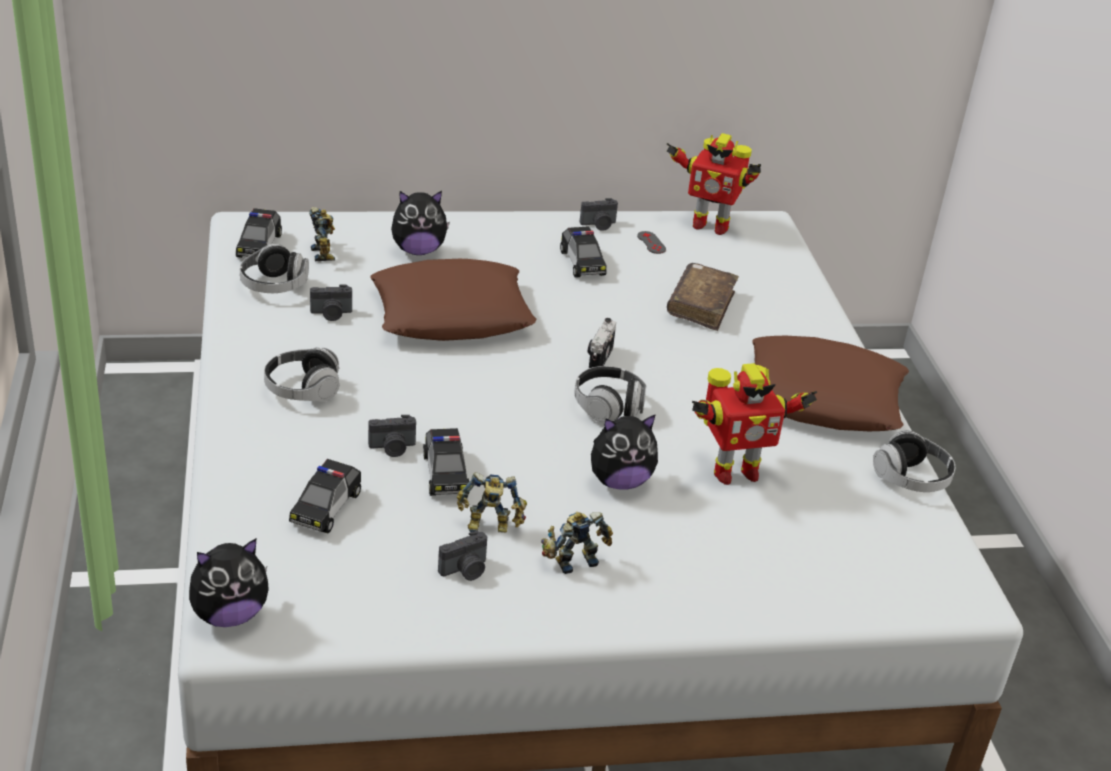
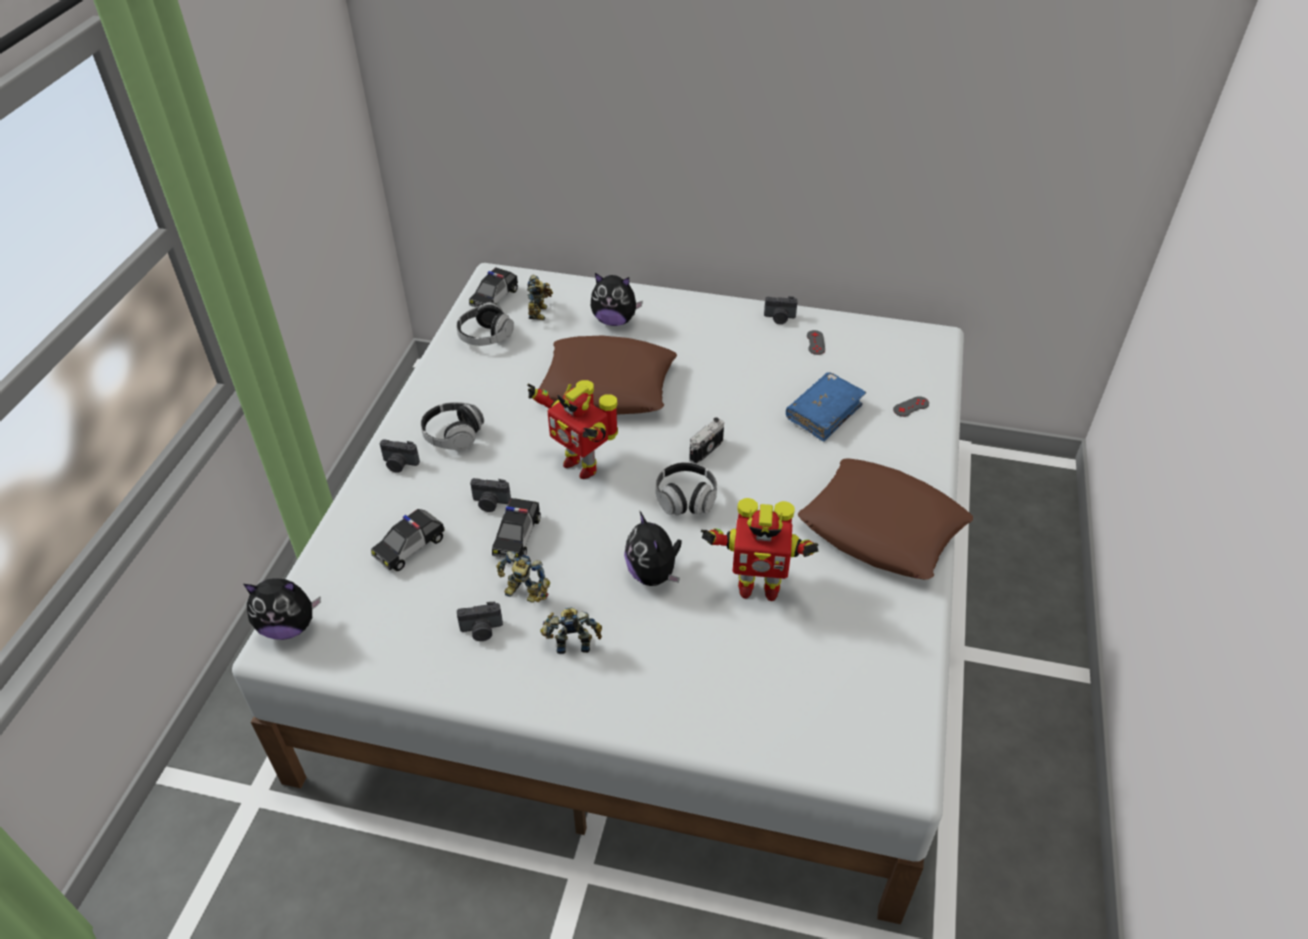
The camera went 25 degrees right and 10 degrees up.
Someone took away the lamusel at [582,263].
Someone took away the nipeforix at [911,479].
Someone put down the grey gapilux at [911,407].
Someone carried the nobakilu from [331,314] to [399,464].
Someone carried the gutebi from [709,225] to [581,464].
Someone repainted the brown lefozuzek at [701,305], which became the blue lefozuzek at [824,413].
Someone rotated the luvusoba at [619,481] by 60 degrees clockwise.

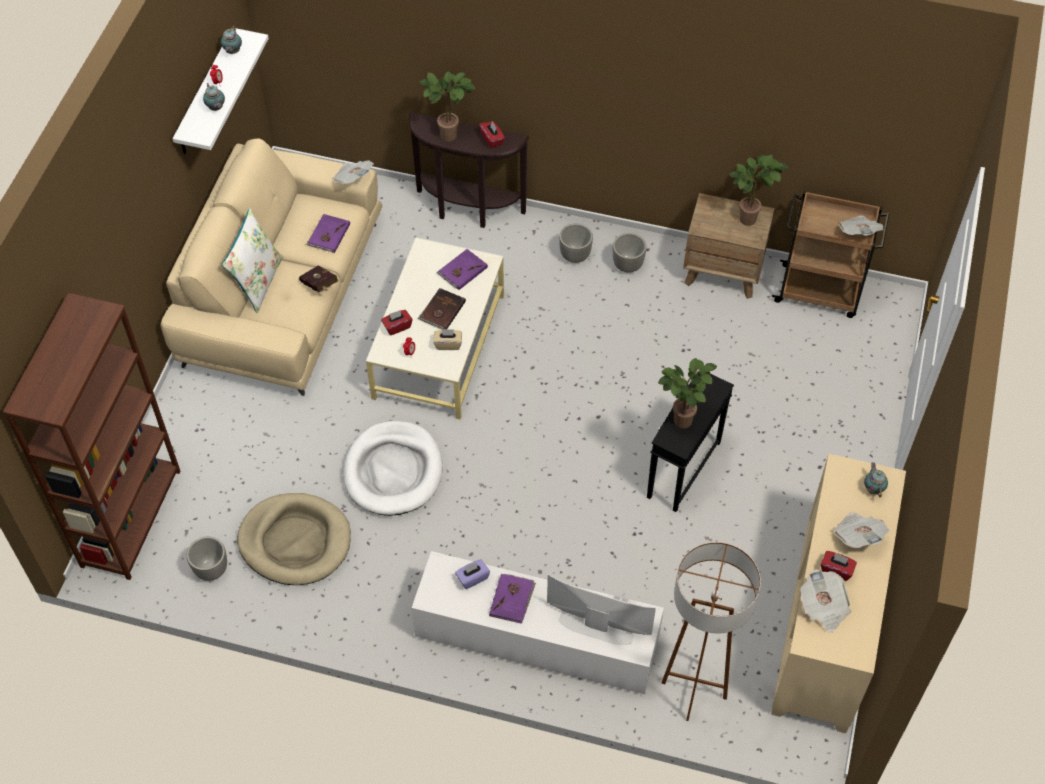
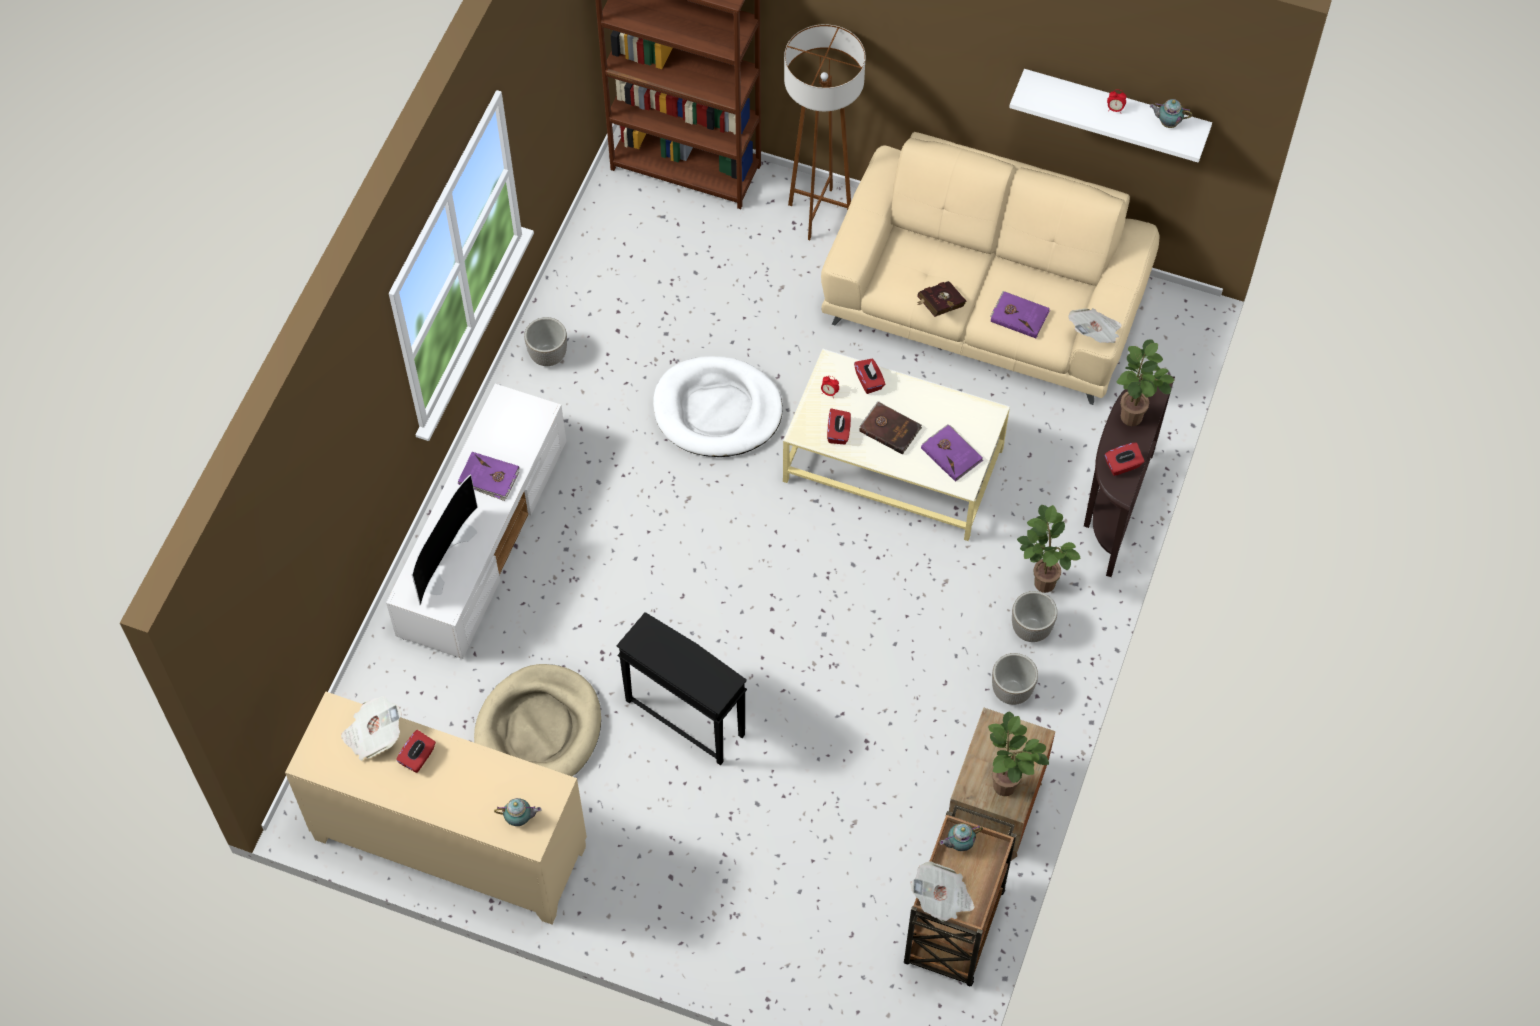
The camera went 95 degrees right and 5 degrees up.
Someone took away the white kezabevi at [258,282].
Someone took away the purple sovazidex at [472,578].
Someone took away the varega at [857,536].
Someone carried the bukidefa from [211,570] to [548,355].
Someone carried the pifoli from [216,108] to [959,844].
Someone carried the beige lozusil from [295,541] to [539,730].
Someone carried the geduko from [681,423] to [1041,581].
Someone carried the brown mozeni from [694,690] to [820,214].
Someone repainted the beige sovazidex at [448,344], which became the red sovazidex at [838,432].

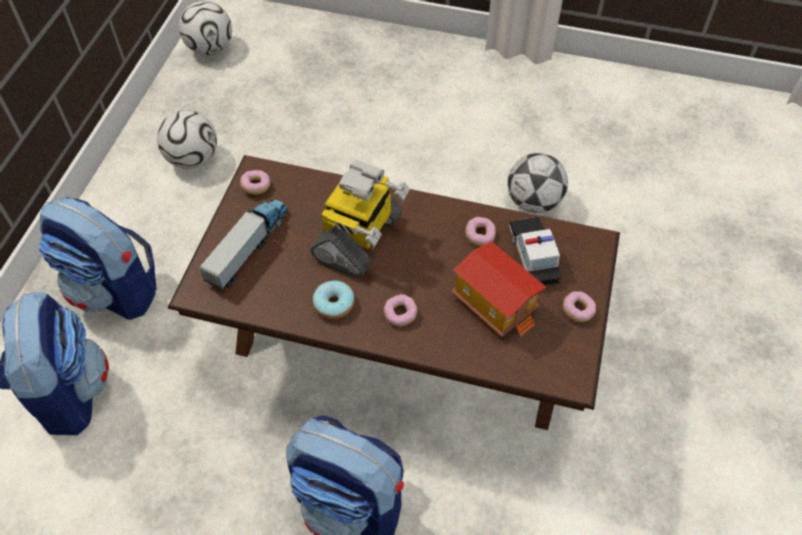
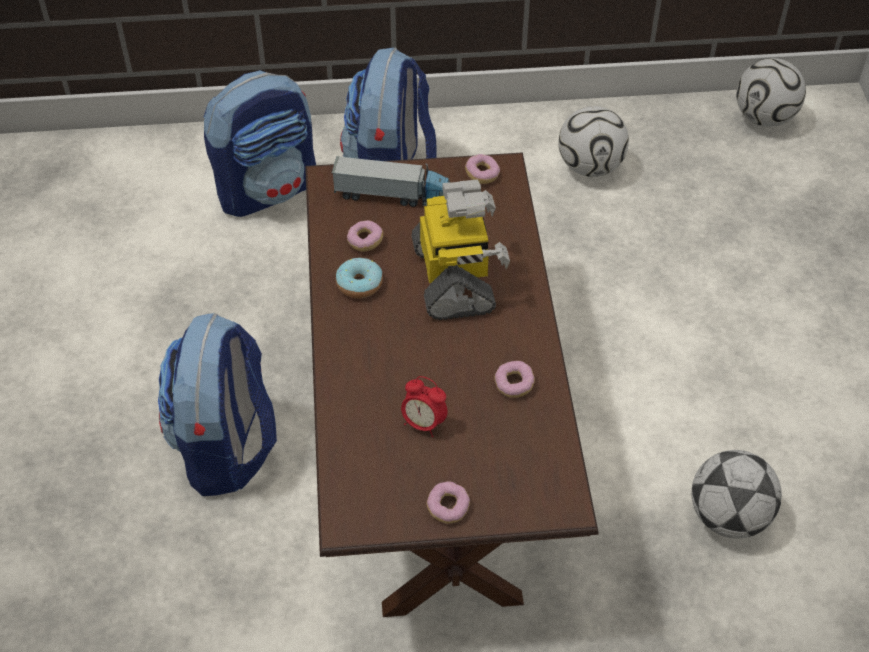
The camera went 70 degrees right and 5 degrees down.
Someone took away the lamusel at [533,255].
Someone carried the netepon from [400,314] to [365,241].
Someone swapped the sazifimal at [496,303] for the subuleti at [423,424].
Someone rotated the gutebi at [359,238] by 105 degrees counterclockwise.

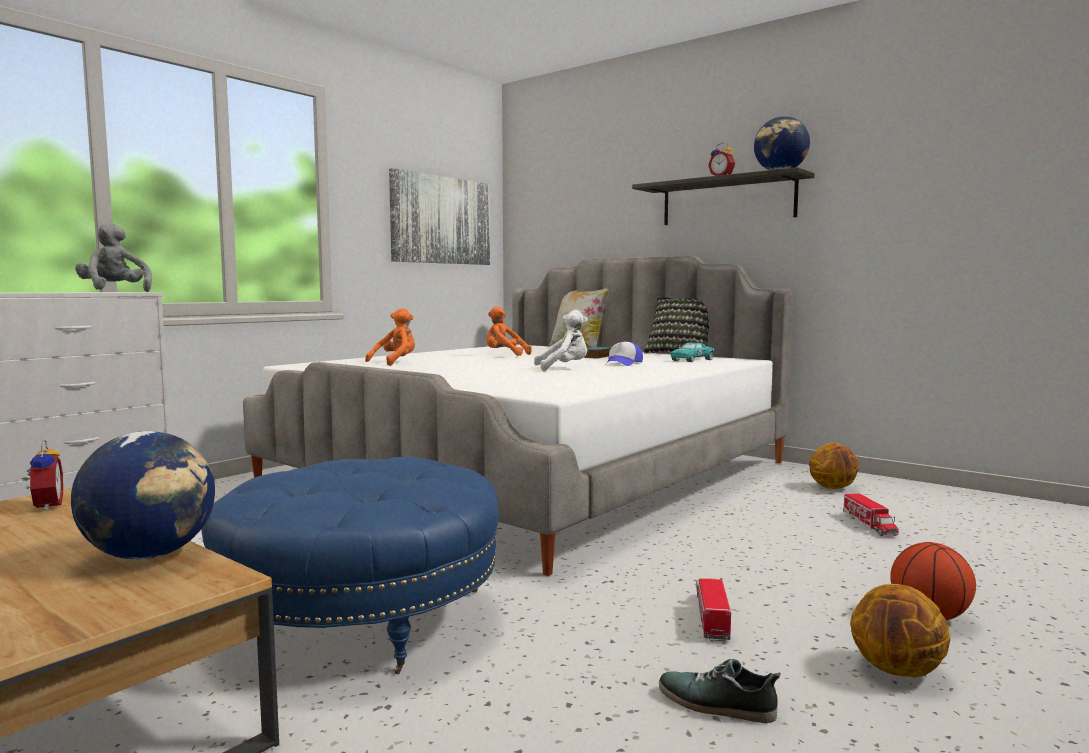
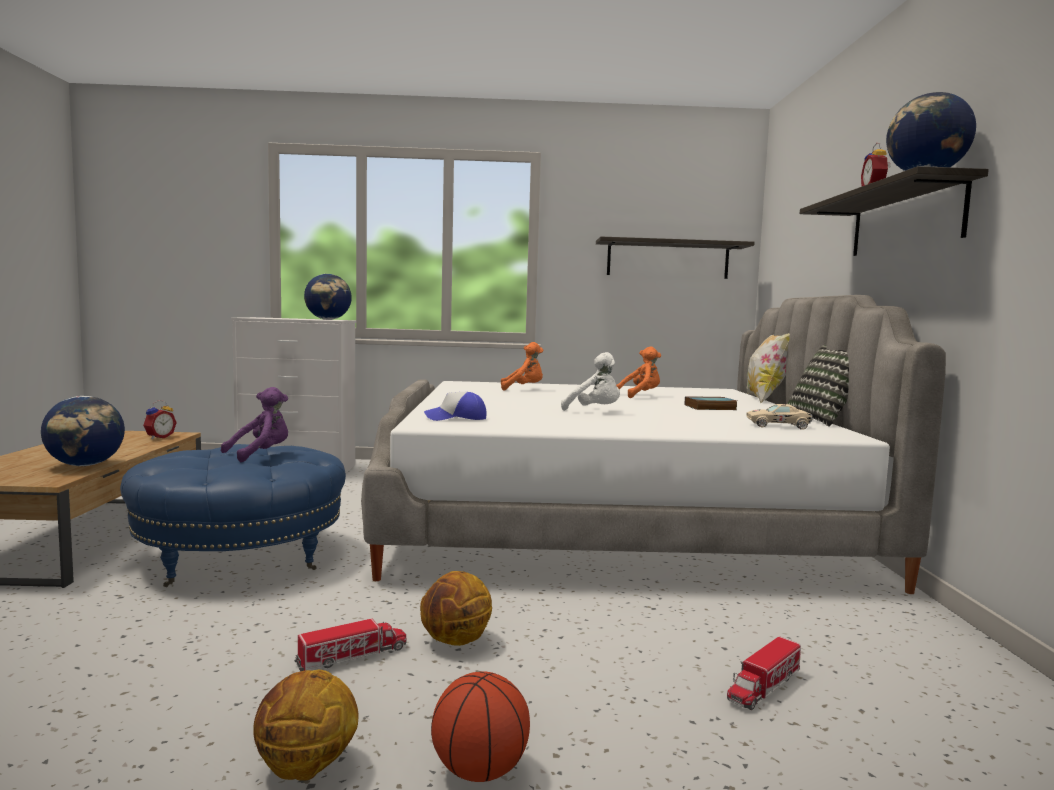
The camera went 50 degrees right and 0 degrees up.
Someone took away the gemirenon at [716,704].
Someone put down the purple luvusoba at [261,454].
Someone carried the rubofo from [623,364] to [456,418].
Someone carried the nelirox from [833,488] to [455,641].
Someone swapped the grey luvusoba at [115,291] for the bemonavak at [328,319].
Someone swapped the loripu at [441,220] for the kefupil at [667,260].
Someone repainted the turquoise lamusel at [692,360], which became the beige lamusel at [780,426].
Someone rotated the orange luvusoba at [504,355] by 90 degrees clockwise.

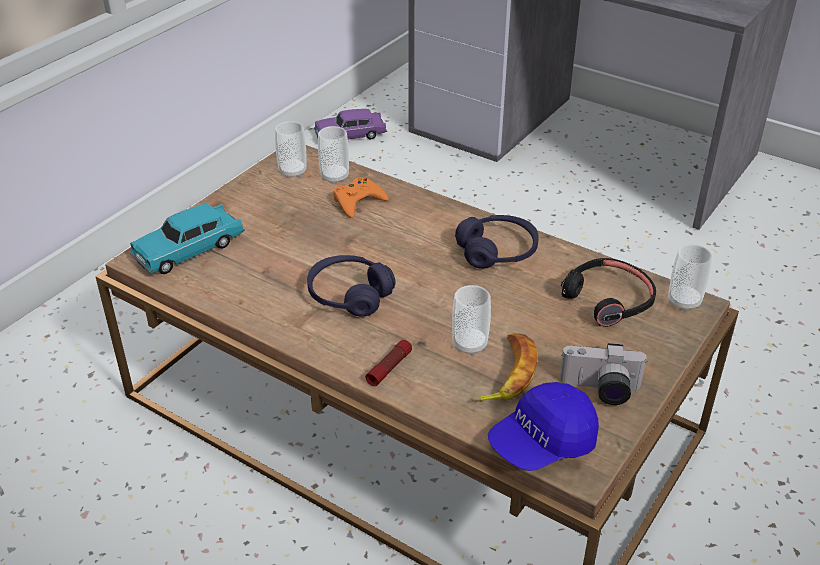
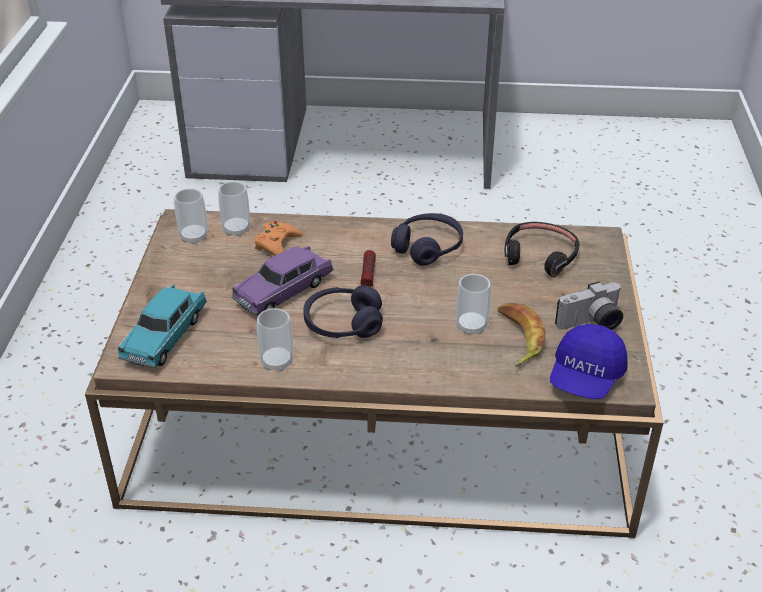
The camera went 30 degrees left and 0 degrees up.
Someone carried the purple lamusel from [350,136] to [284,291].
Someone carried the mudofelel from [389,368] to [368,273].
Someone carried the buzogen from [684,301] to [277,362].

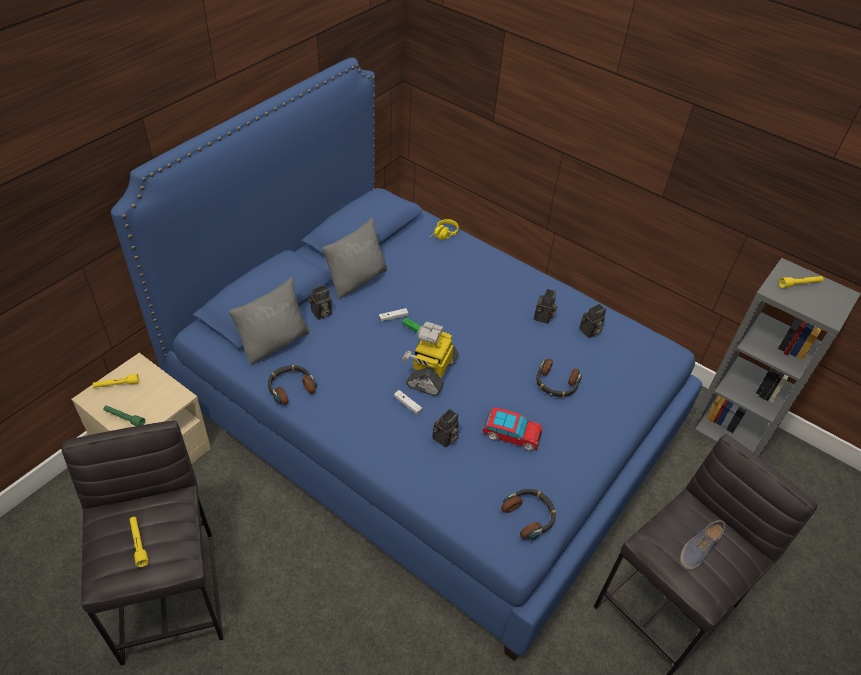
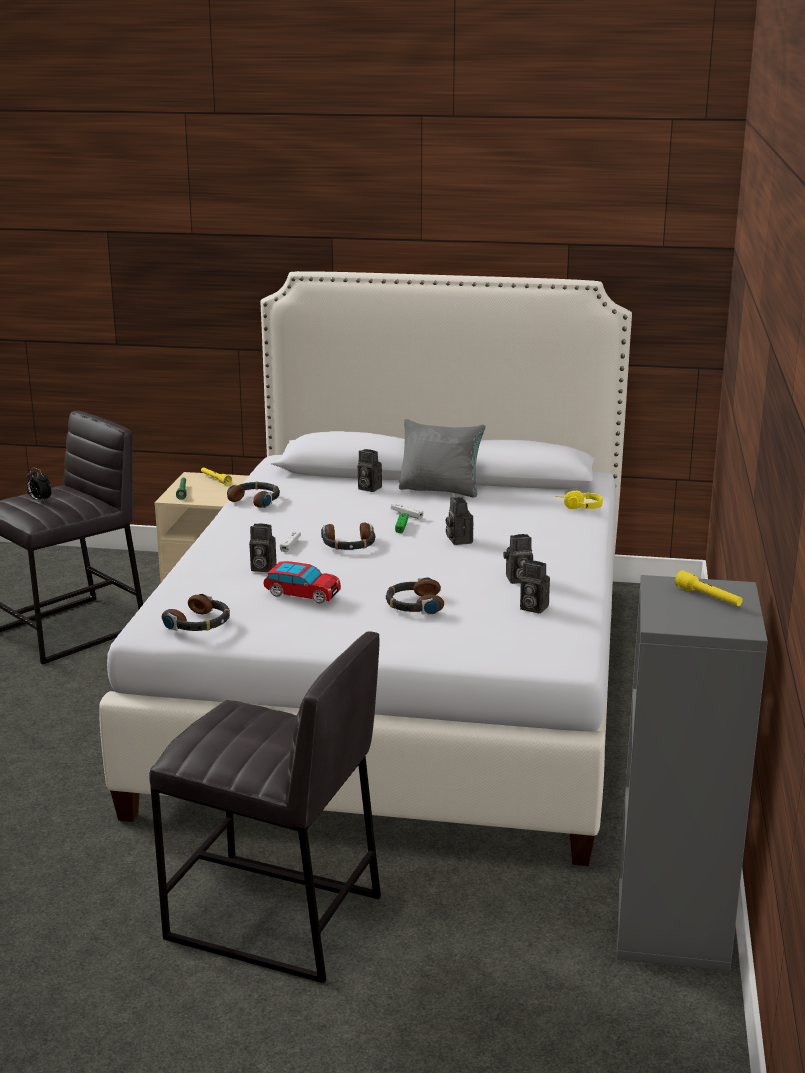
The camera went 65 degrees right and 25 degrees down.
Someone took away the grey kezabevi at [275,342].
Someone took away the gemirenon at [699,548].
Someone put down the nobakilu at [458,540].
Someone swapped the yellow mudofelel at [138,543] for the subuleti at [39,500].
Someone swapped the gutebi at [431,372] for the nipeforix at [348,545].
Someone repainted the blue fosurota at [423,417], which became the white fosurota at [401,683].
Someone rotated the lamusel at [511,435] by 60 degrees counterclockwise.

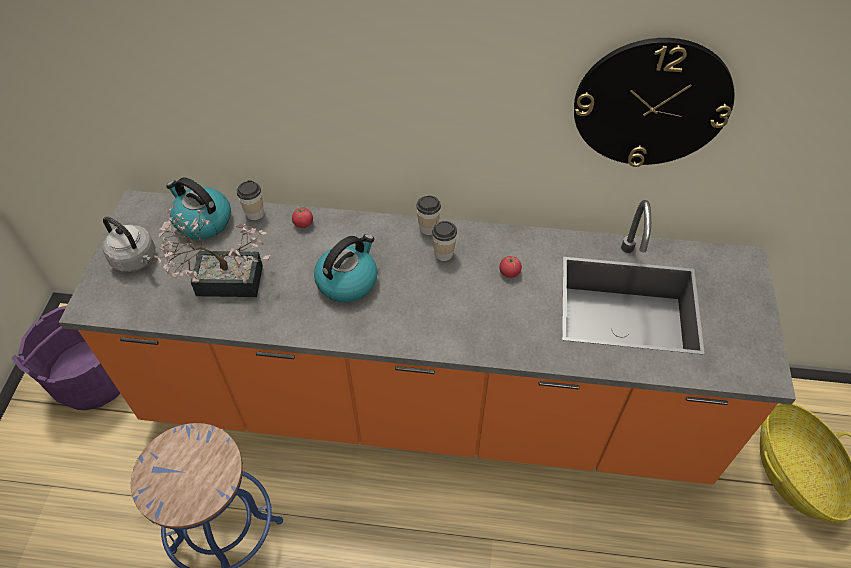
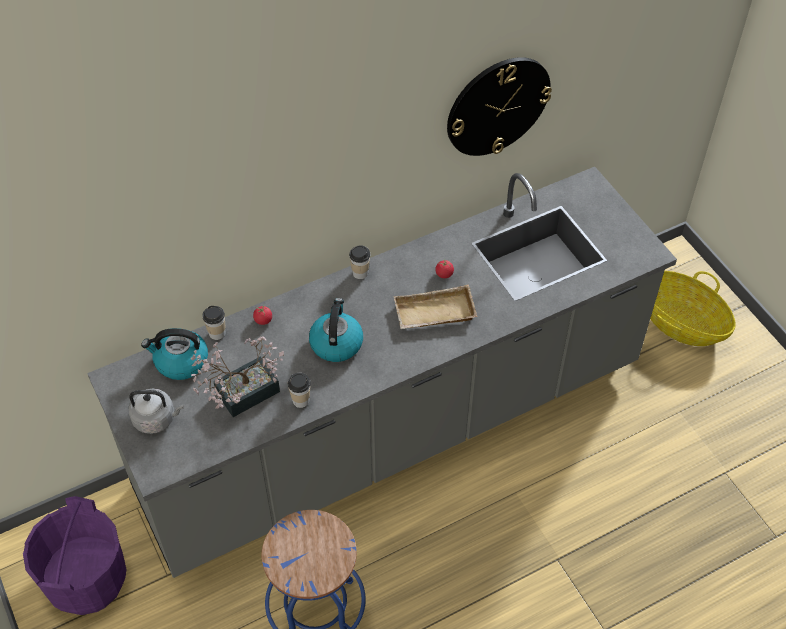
The camera went 35 degrees left and 0 degrees up.
Someone put down the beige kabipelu at [434,314].
Someone carried the buzogen from [443,253] to [301,400].
Someone repainted the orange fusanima at [425,406], which became the grey fusanima at [393,430].

